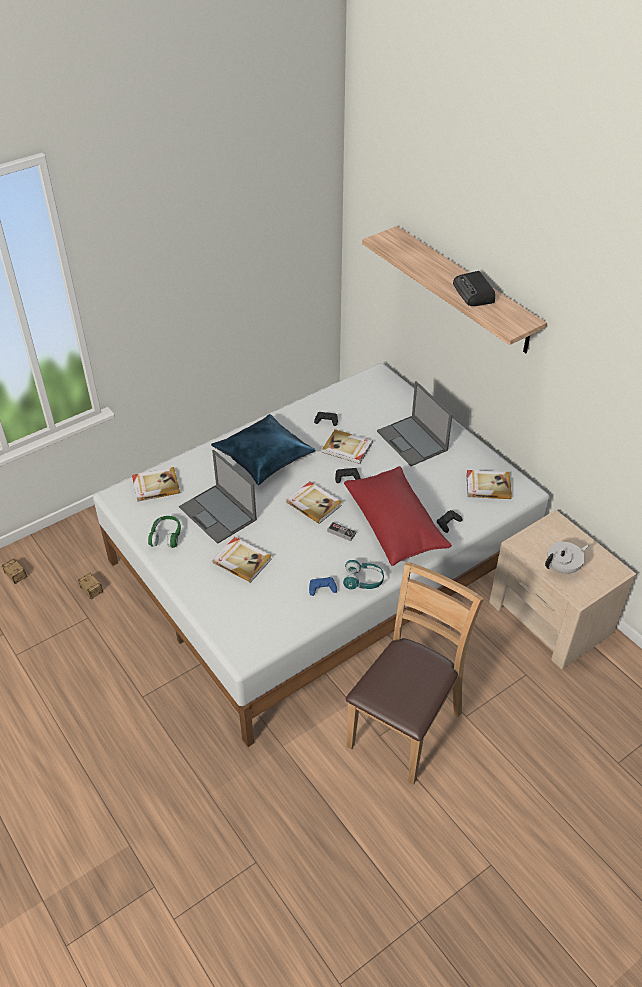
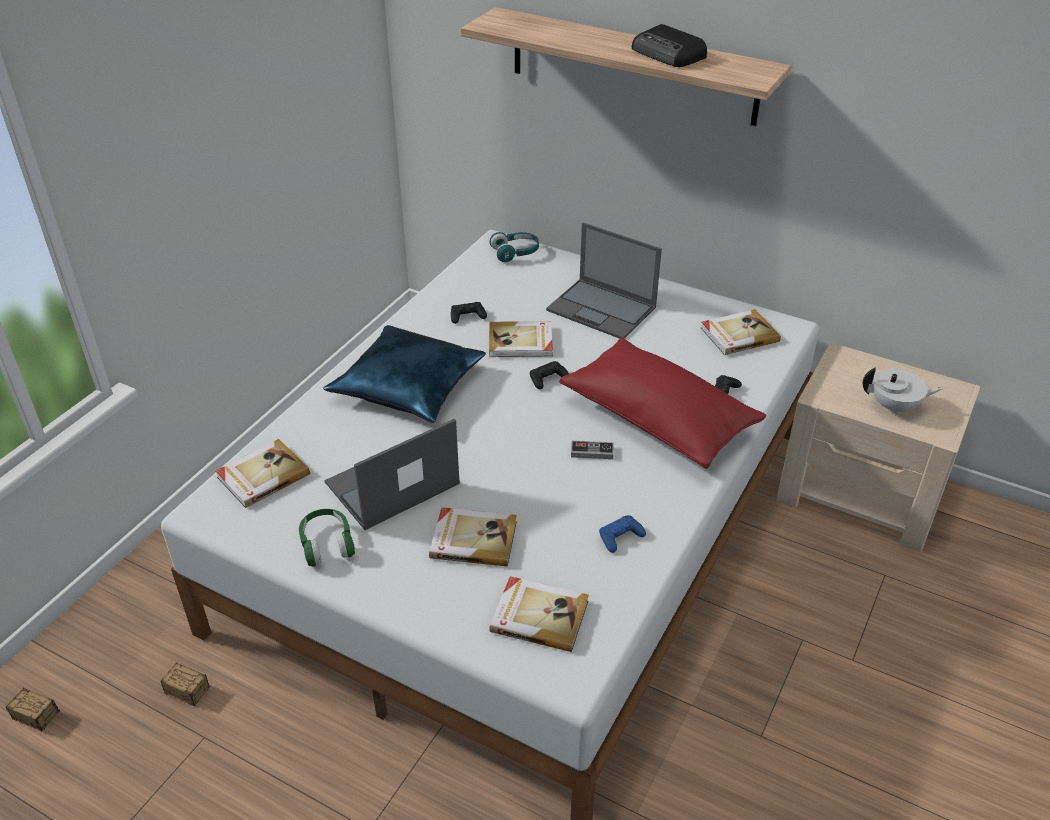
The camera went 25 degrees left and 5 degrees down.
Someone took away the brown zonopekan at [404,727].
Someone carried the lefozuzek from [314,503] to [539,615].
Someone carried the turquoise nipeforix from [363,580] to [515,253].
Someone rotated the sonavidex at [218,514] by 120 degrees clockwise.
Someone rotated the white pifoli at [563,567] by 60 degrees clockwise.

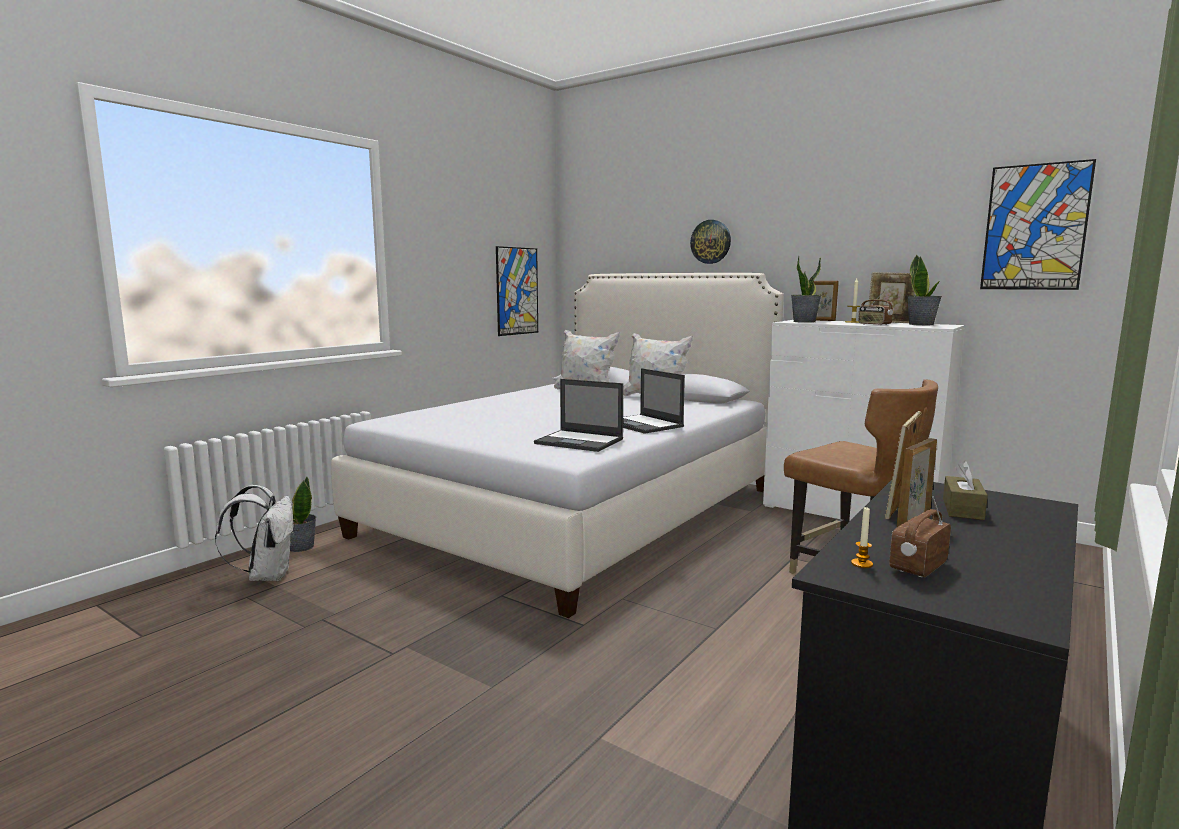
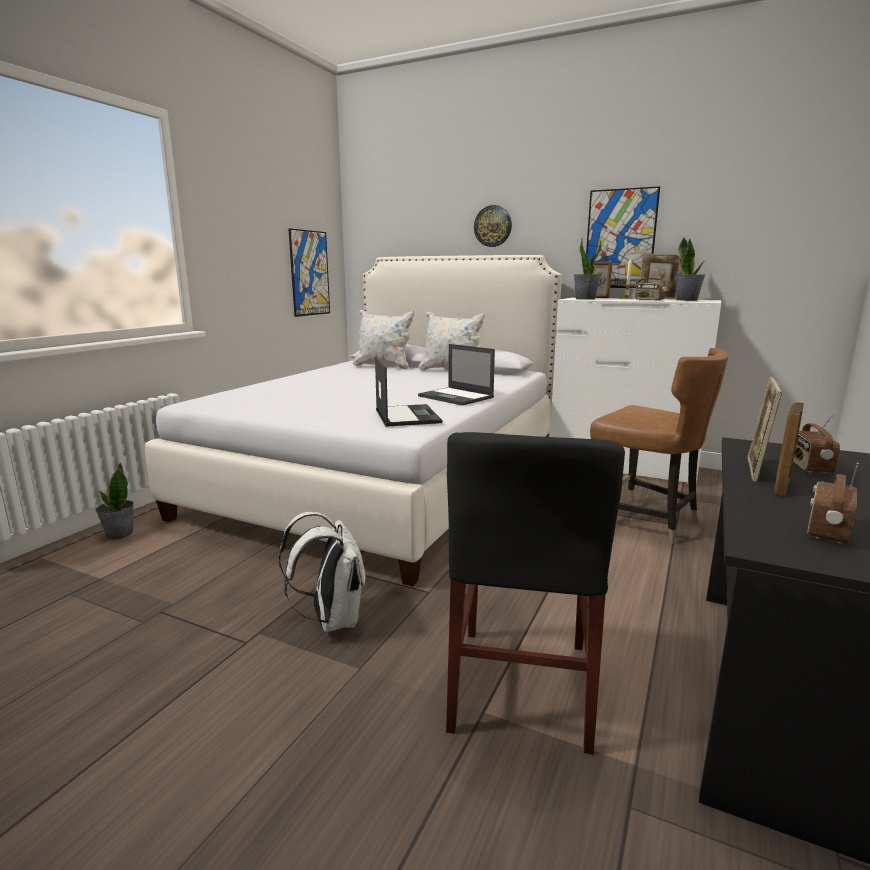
The camera went 10 degrees left and 5 degrees up.
Someone took away the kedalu at [862,564].
Someone put down the black zonopekan at [521,684].
Someone carried the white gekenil from [267,576] to [331,619].
Someone carried the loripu from [1035,227] to [620,239].
Someone swapped the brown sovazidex at [962,509] for the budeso at [808,467].
Someone rotated the sonavidex at [580,441] by 120 degrees counterclockwise.

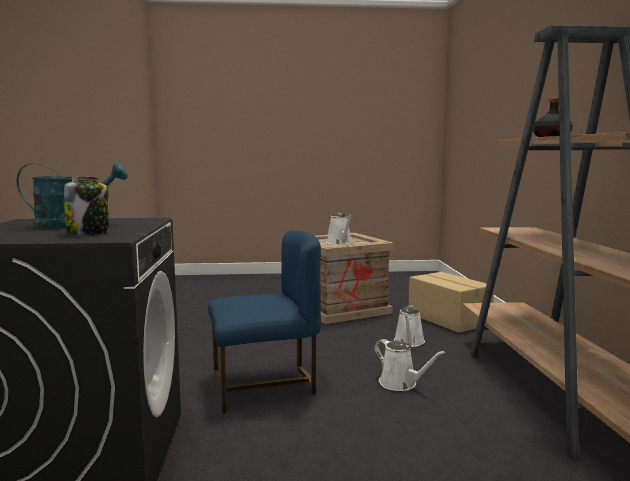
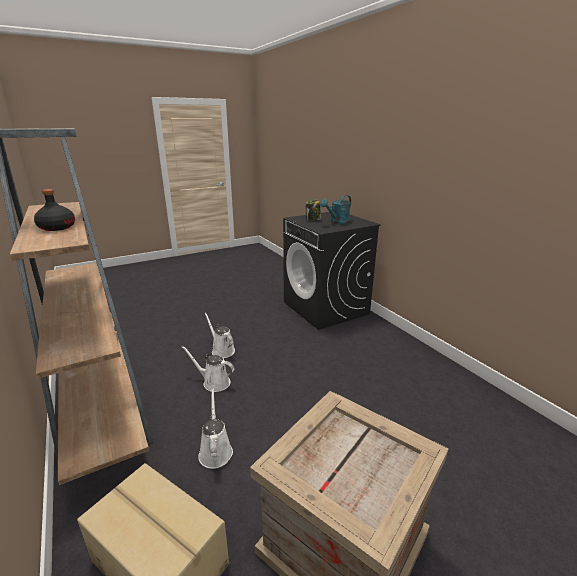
The camera went 155 degrees right and 15 degrees up.
Someone took away the blue zonopekan at [264,386].
Someone carried the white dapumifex from [340,243] to [222,350].

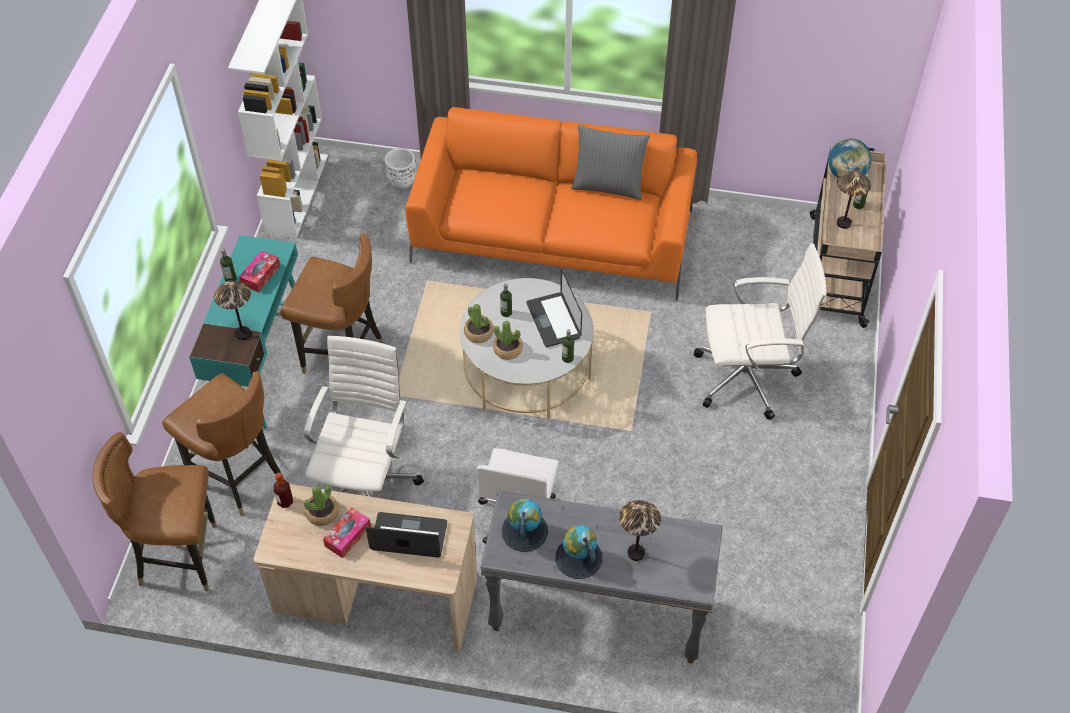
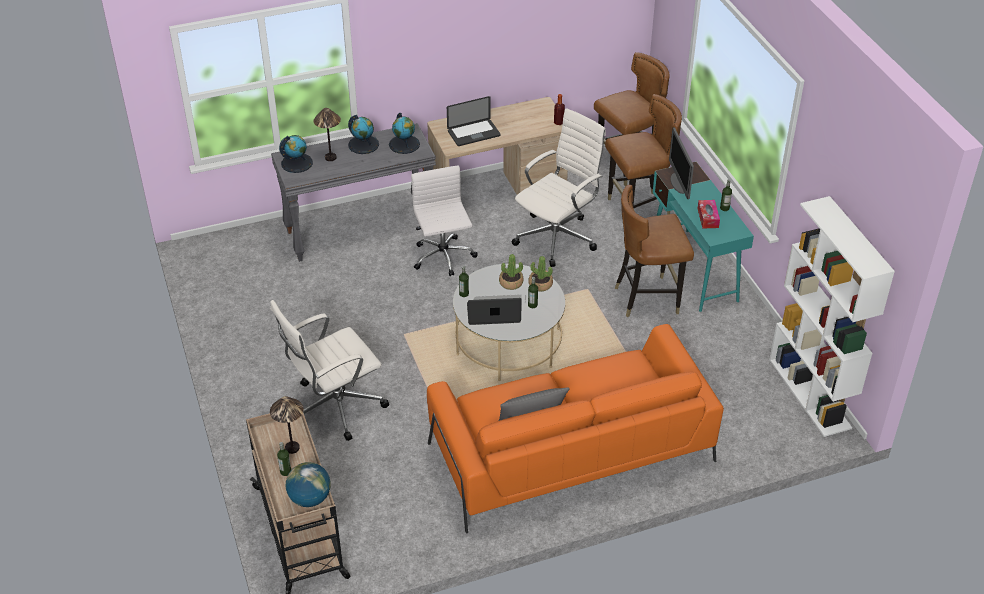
The camera went 150 degrees right and 10 degrees down.
Someone took away the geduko at [322,513].
Someone took away the sovazidex at [348,536].
Someone took away the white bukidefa at [402,181].
Someone put down the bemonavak at [297,163].
Someone swapped the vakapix at [242,333] for the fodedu at [679,184].
Someone rotated the brown zonopekan at [238,478] by 150 degrees clockwise.
Someone rotated the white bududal at [365,483] by 120 degrees counterclockwise.
Someone rotated the sonavidex at [553,320] by 45 degrees counterclockwise.

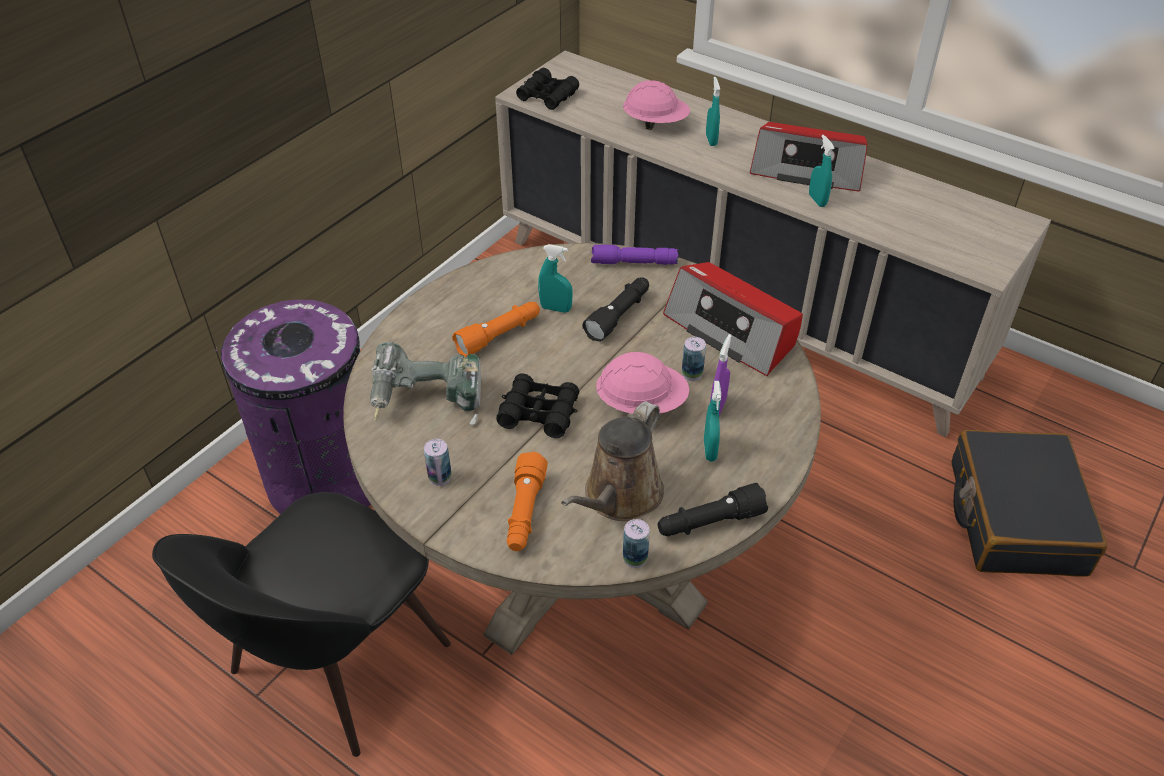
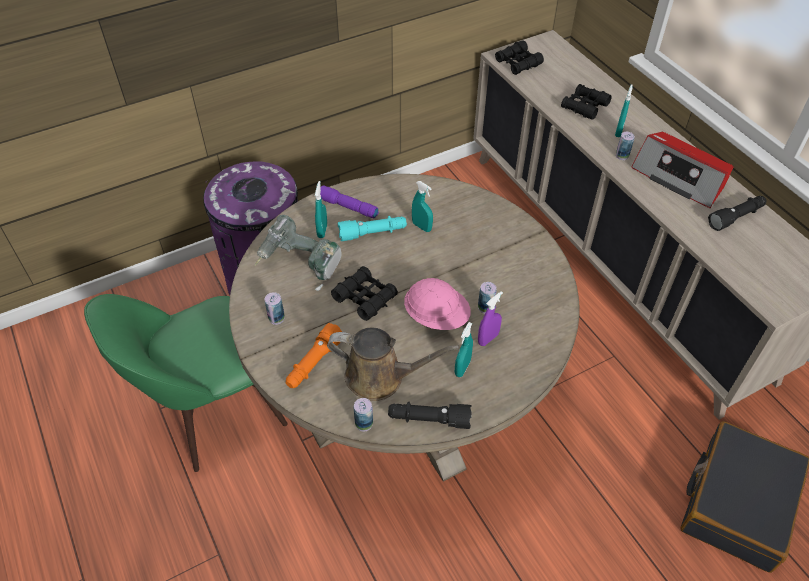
The camera went 25 degrees right and 5 degrees up.
Someone took away the budeso at [732,331].
Someone put down the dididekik at [622,156].
Someone carried the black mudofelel from [619,315] to [736,217].
Someone carried the purple mudofelel from [633,263] to [347,207].
Someone carried the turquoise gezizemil from [817,200] to [322,231].
Someone swapped the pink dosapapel at [655,123] for the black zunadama at [584,106].
Someone repainted the black zonopekan at [334,664], which became the green zonopekan at [212,408].
Someone repainted the orange mudofelel at [499,335], which became the turquoise mudofelel at [372,233].
Someone rotated the brown dapumifex at [619,497] by 135 degrees counterclockwise.

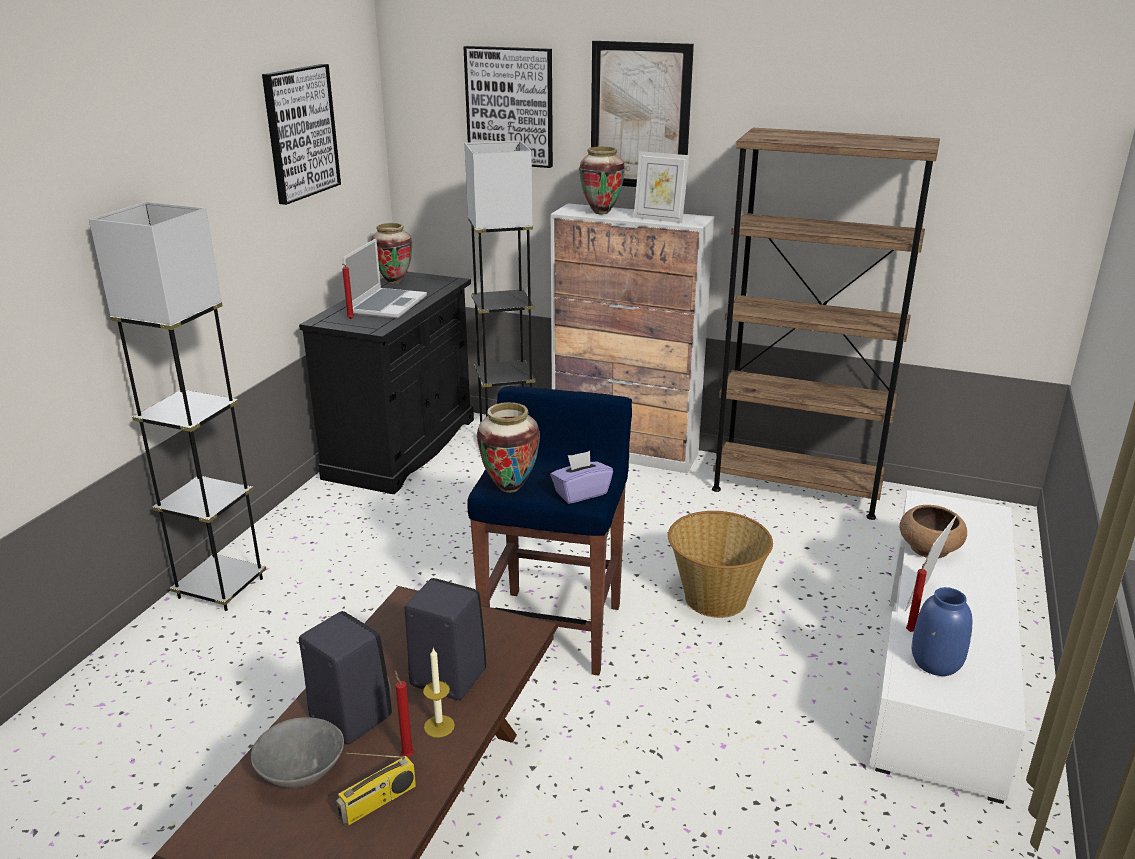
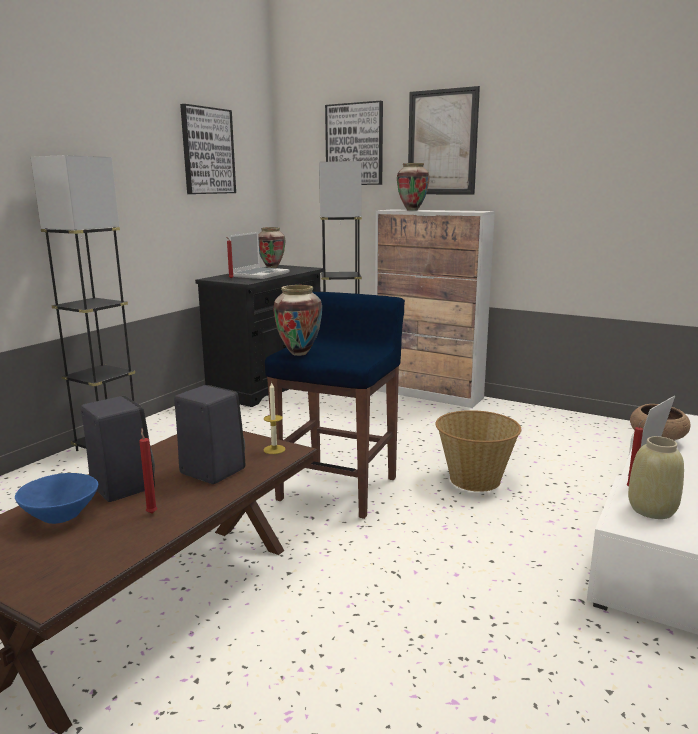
The camera went 10 degrees right and 10 degrees down.
Someone took away the budeso at [378,802].
Someone took away the purple sovazidex at [581,493].
Someone took away the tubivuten at [659,219].
Someone took away the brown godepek at [796,488].
Someone carried the kedalu from [439,726] to [274,449].
Someone repainted the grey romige at [302,775], which became the blue romige at [62,517].
Someone repainted the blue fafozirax at [936,663], which became the beige fafozirax at [652,510].

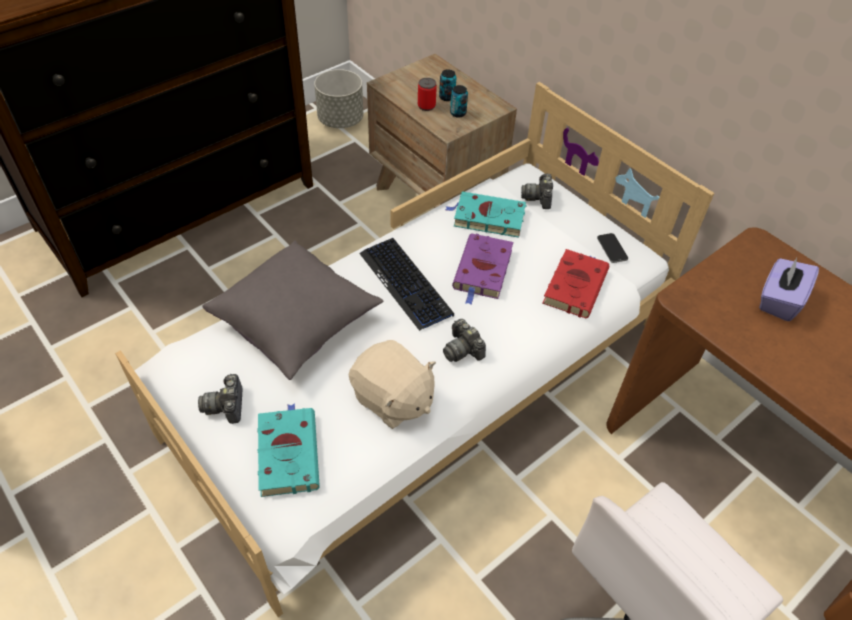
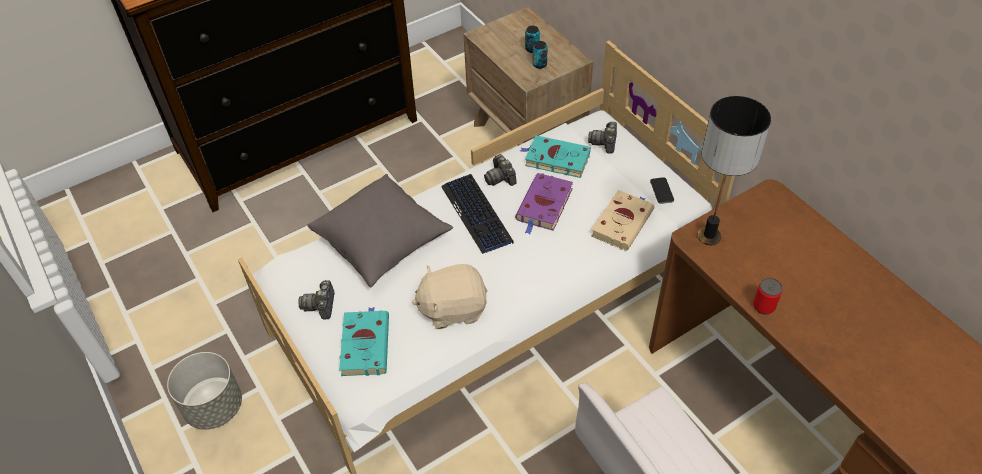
The camera went 10 degrees right and 0 degrees up.
Someone took away the purple sovazidex at [779,300].
Someone put down the vakapix at [709,237].
Someone carried the grey bukidefa from [340,120] to [214,406].
Someone carried the dididekik from [426,106] to [764,306].
Someone carried the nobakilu from [462,349] to [500,178].
Someone repainted the red lefozuzek at [575,285], which became the beige lefozuzek at [622,222].
Someone rotated the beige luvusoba at [392,399] by 120 degrees clockwise.

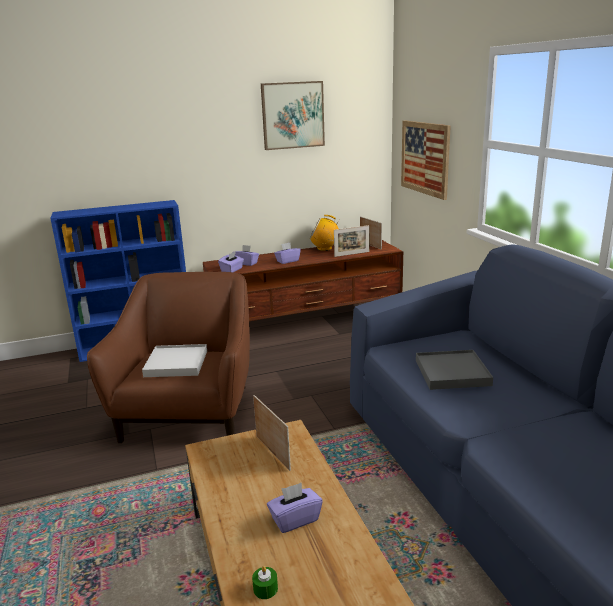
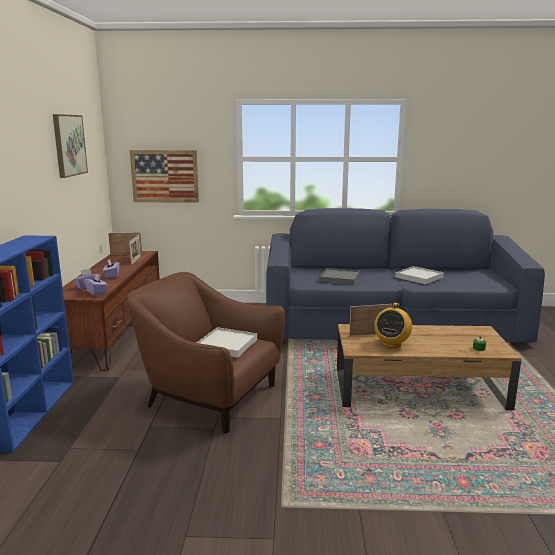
The camera went 70 degrees left and 5 degrees down.
Someone took away the purple sovazidex at [295,519].
Someone put down the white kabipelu at [419,277].
Someone carried the budeso from [324,249] to [391,344].

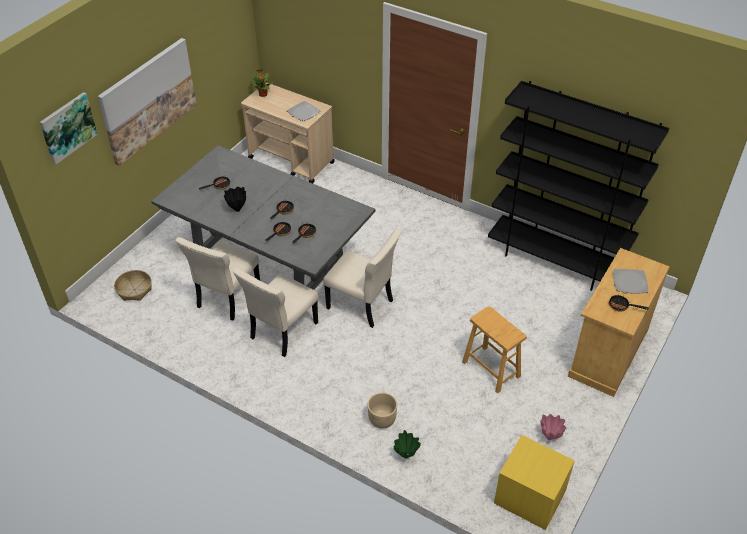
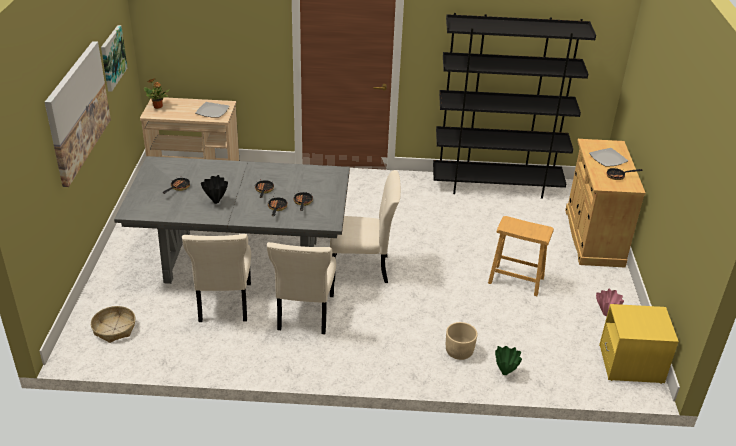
The camera went 30 degrees left and 10 degrees down.
Someone carried the loripu from [67,127] to [112,57].

